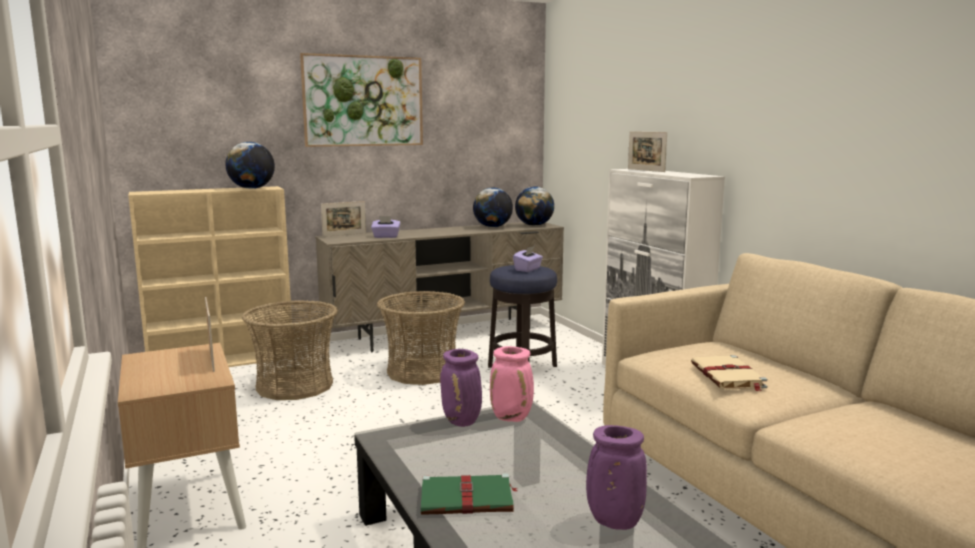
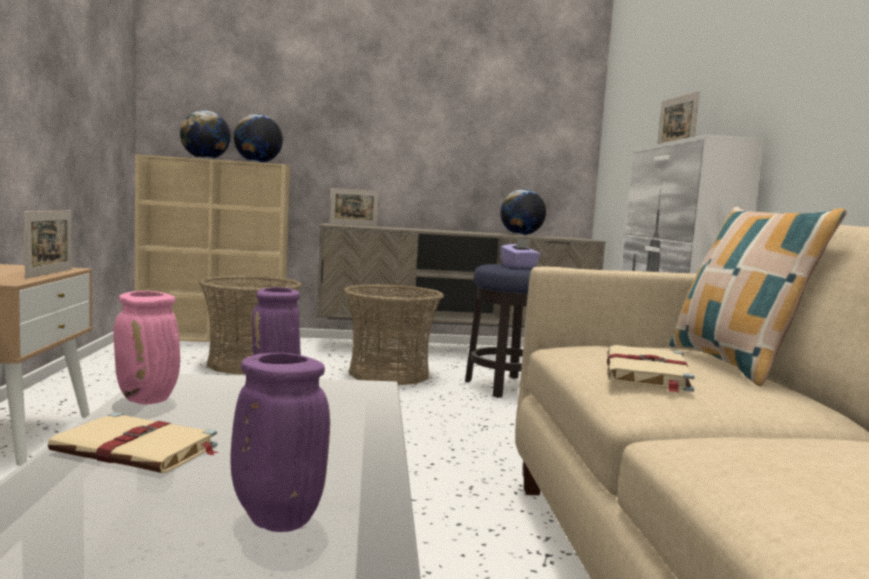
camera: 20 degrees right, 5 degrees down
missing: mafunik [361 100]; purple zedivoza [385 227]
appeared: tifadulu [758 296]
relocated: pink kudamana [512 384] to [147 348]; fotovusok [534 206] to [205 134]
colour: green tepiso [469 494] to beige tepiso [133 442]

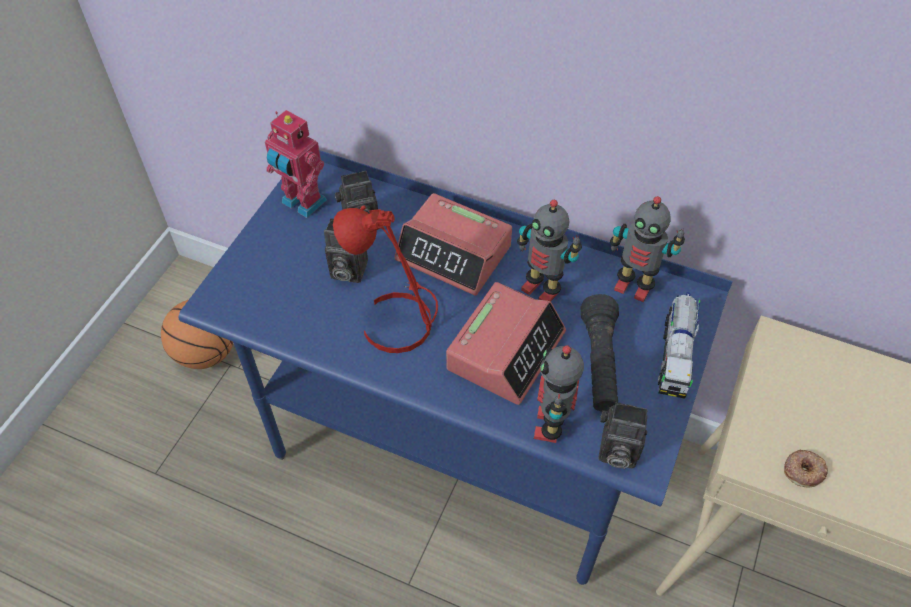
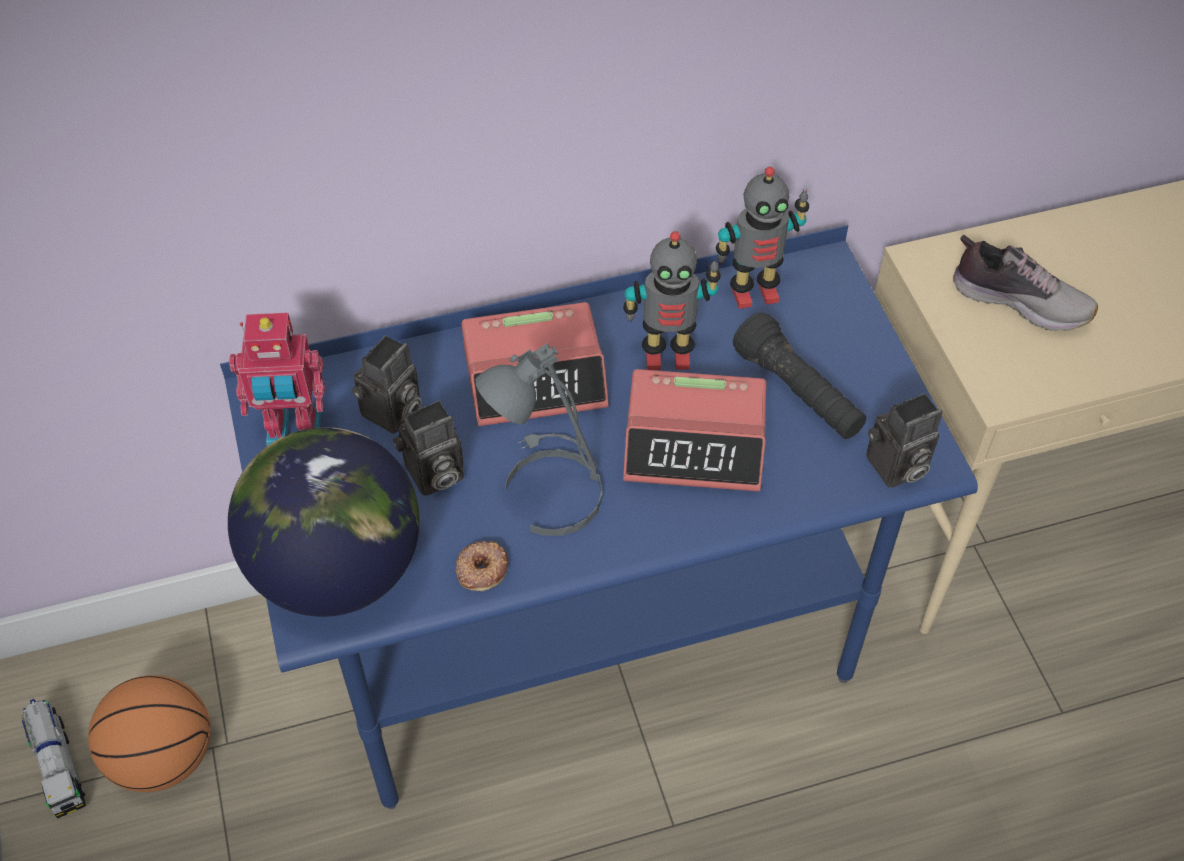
camera: 40 degrees left, 0 degrees up
missing: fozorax [559 394]
appeared: fotovusok [324 522]; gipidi [1025 283]
relocated: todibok [679 345] to [53 758]; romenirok [806 468] to [482 566]
colour: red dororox [385 279] to grey dororox [539 439]
spun: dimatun [506 343] = [694 430] 105 degrees clockwise

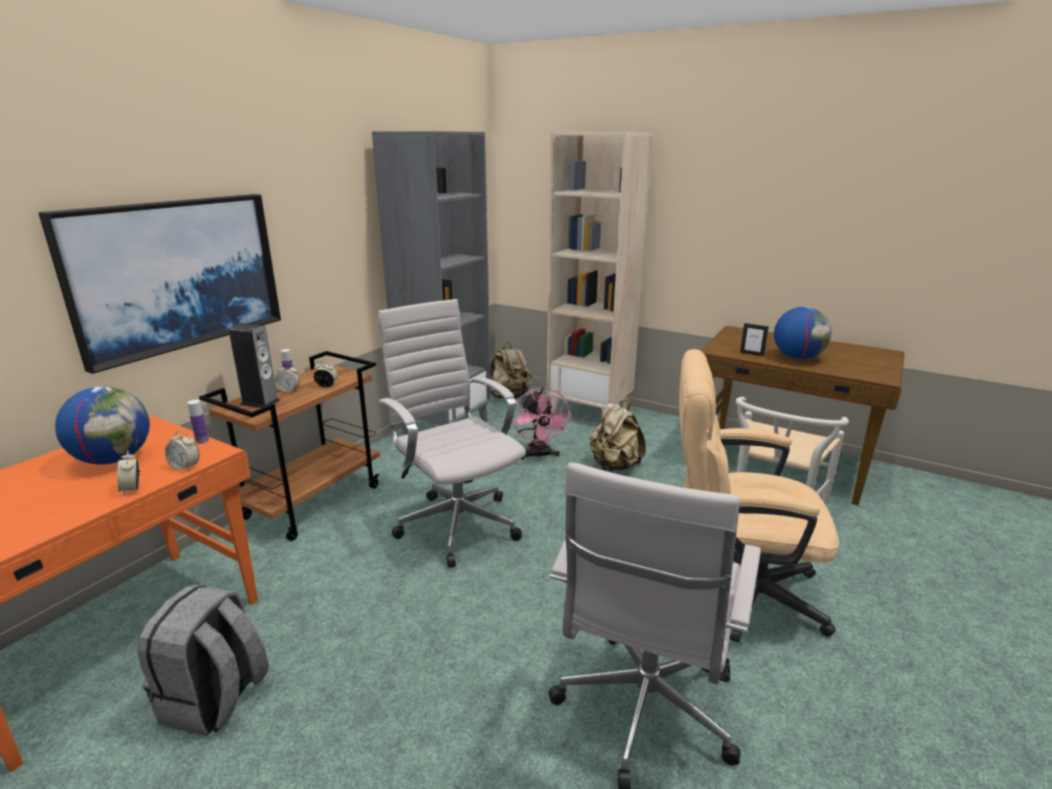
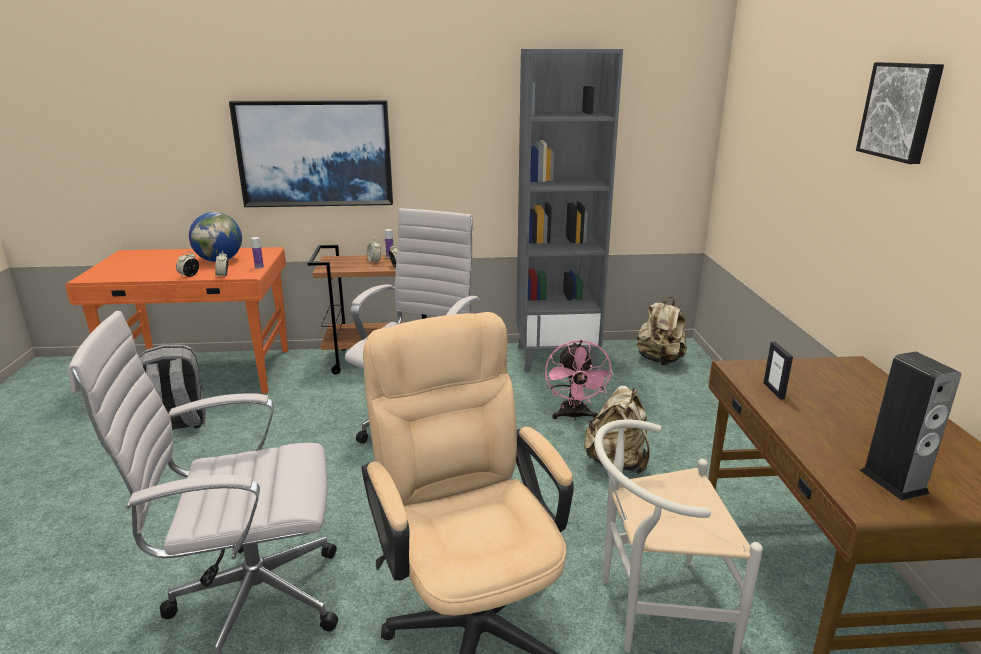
camera: 55 degrees right, 0 degrees up
missing: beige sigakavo [600 273]; fotovusok [803 333]
appeared: mafunik [900 113]
relocated: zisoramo [254 365] to [910 426]
spun: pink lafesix [542 423] = [579 380] 45 degrees counterclockwise

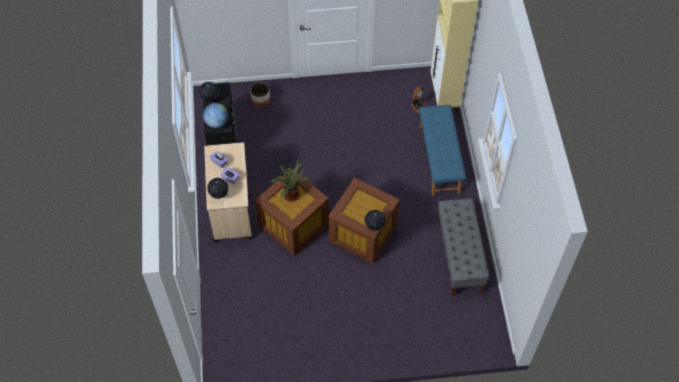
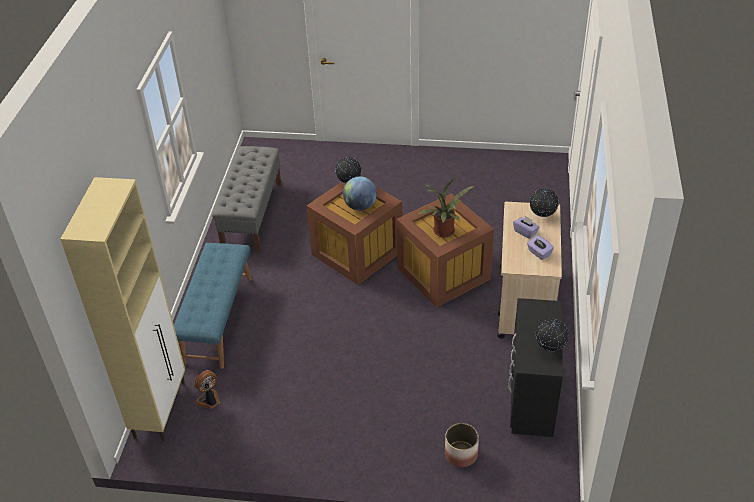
camera: 165 degrees left, 15 degrees down
relocated: fotovusok [216 115] to [360 193]

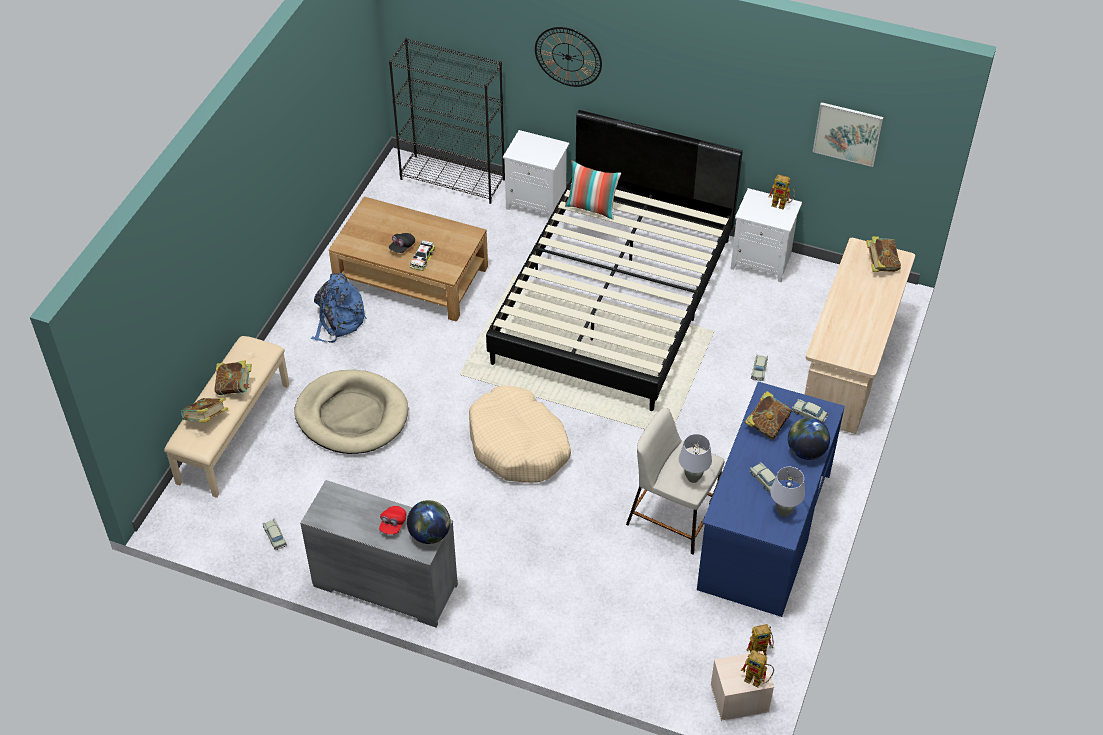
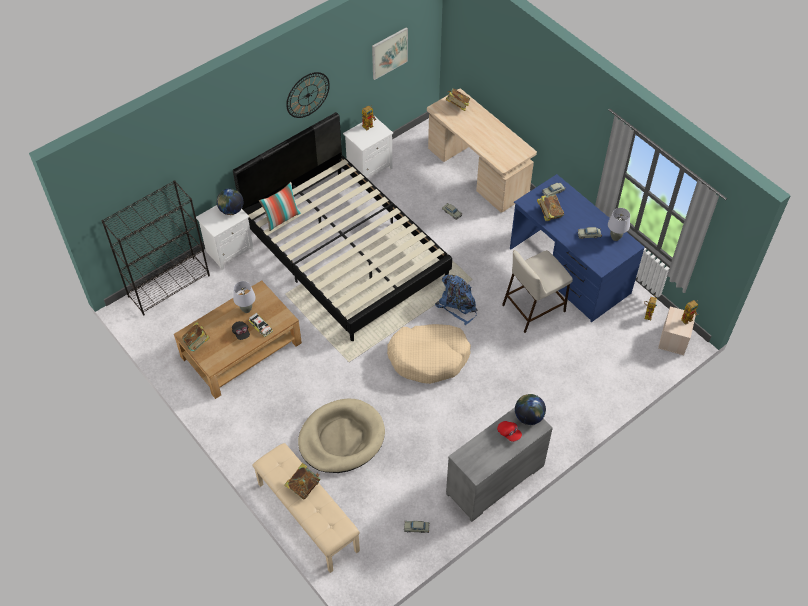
camera: 60 degrees left, 5 degrees up
relocated: tepiso [204 410] to [196 336]; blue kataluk [339 308] to [456 300]; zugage [568 57] to [308 95]; grey dororox [695 458] to [244 297]; fotovusok [809 439] to [230 201]

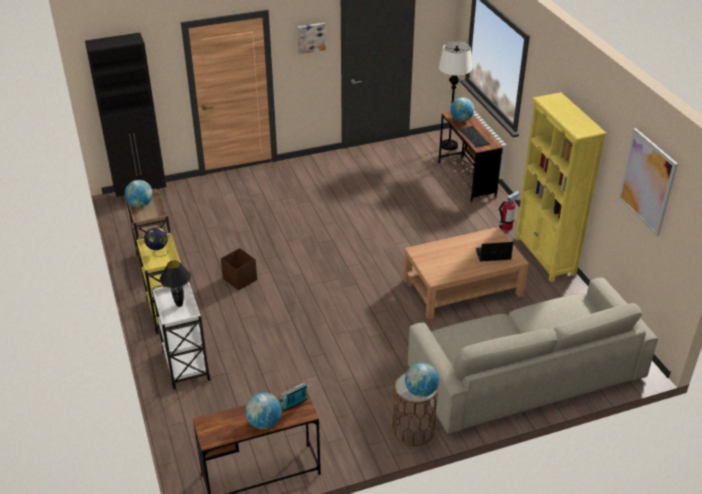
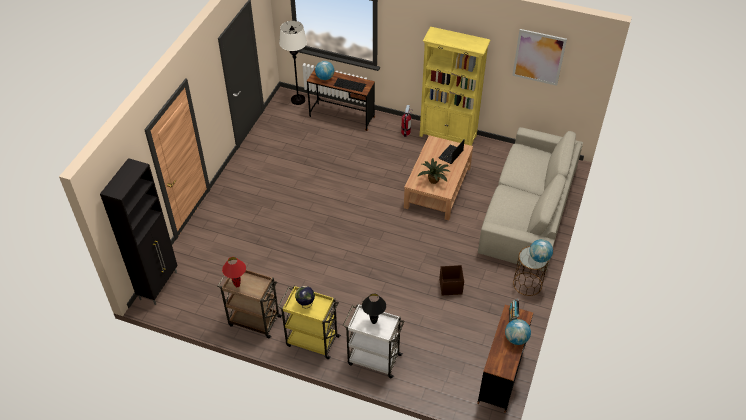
camera: 50 degrees left, 10 degrees up
missing: mafunik [311 38]
appeared: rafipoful [433 171]
relocated: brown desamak [239 269] to [451 280]
exchanged: fotovusok [139 193] to red dororox [234 272]

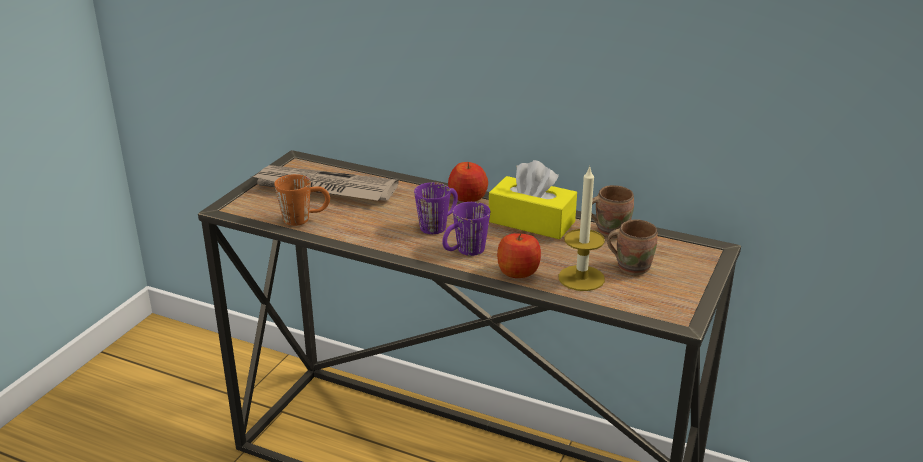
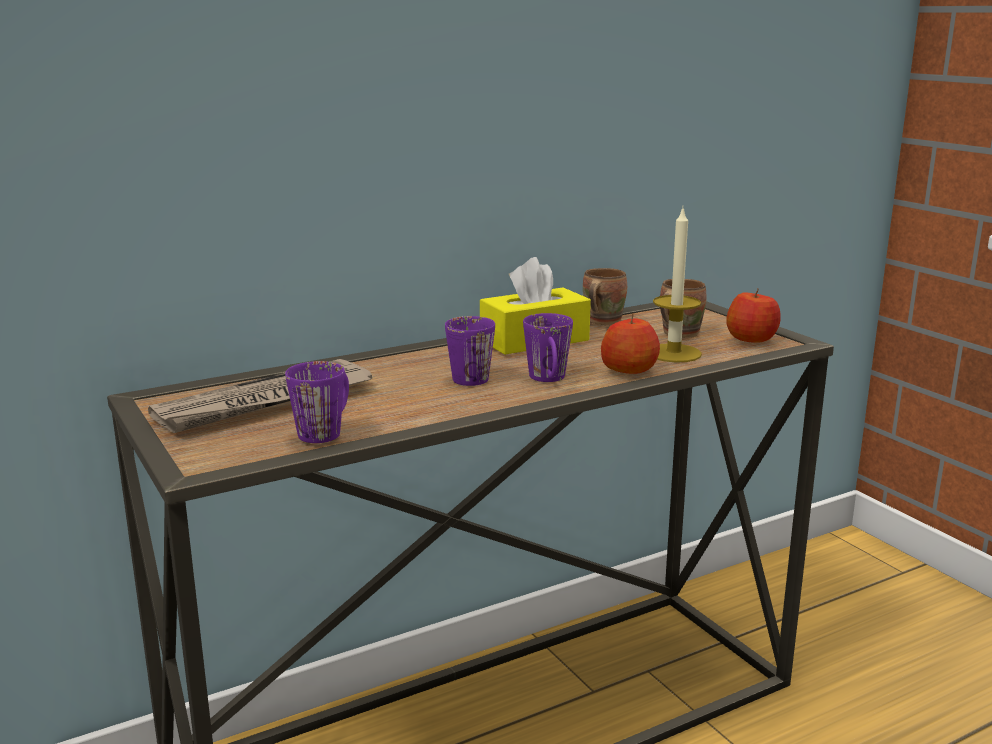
camera: 55 degrees left, 10 degrees down
relocated: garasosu [468 182] to [753 315]
colour: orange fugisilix [302 200] to purple fugisilix [317 402]

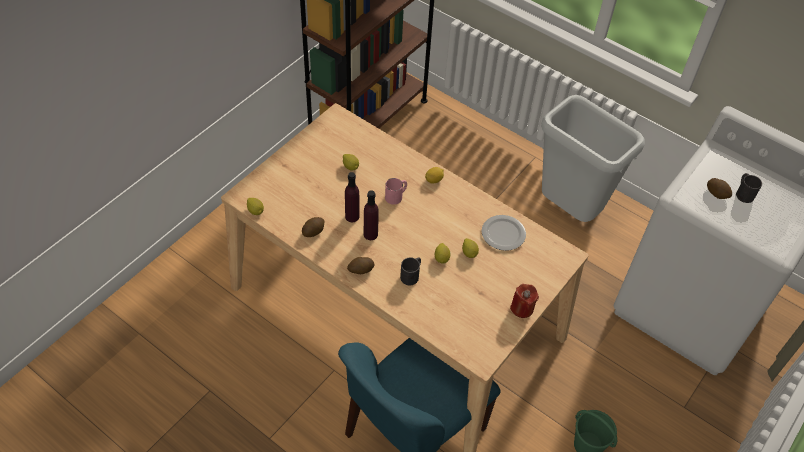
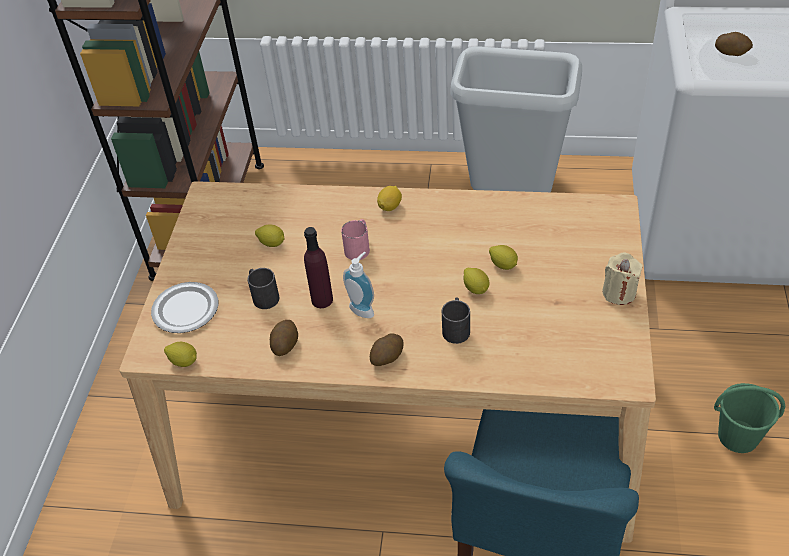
camera: 25 degrees left, 5 degrees down
relocated: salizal [504 233] to [184 307]; black fugisilix [749 188] to [263 288]
exchanged: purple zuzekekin [371 215] to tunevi [358 285]
colour: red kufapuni [524 301] to beige kufapuni [622 278]

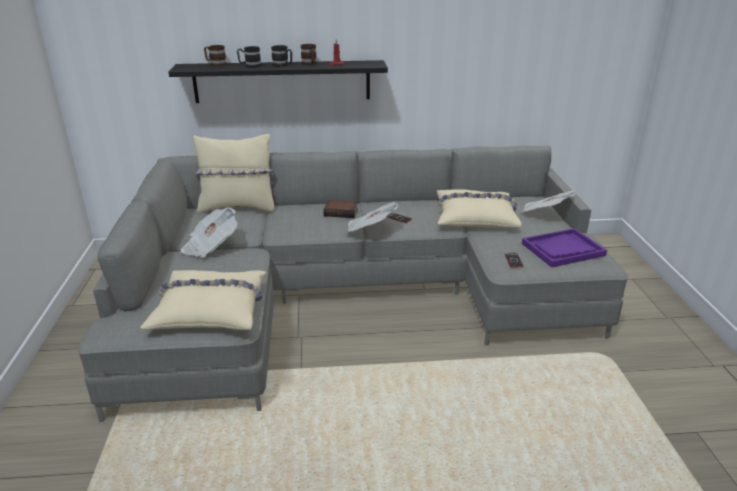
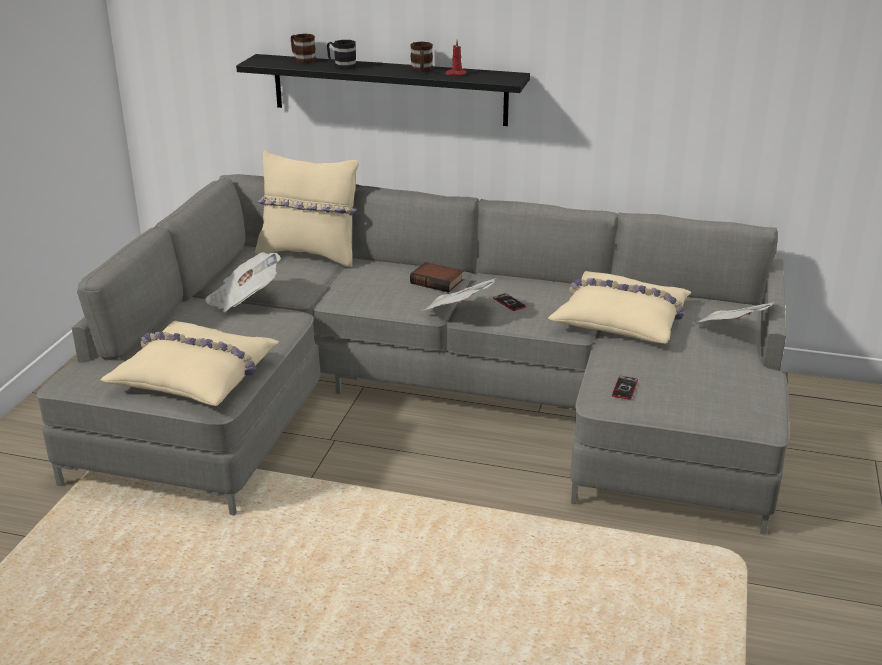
camera: 20 degrees right, 0 degrees up
missing: black fugisilix [281 56]; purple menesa [564 248]

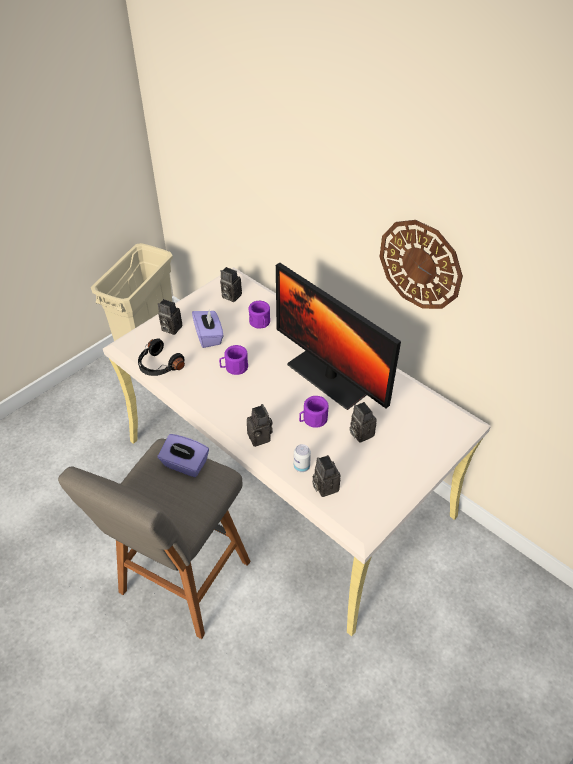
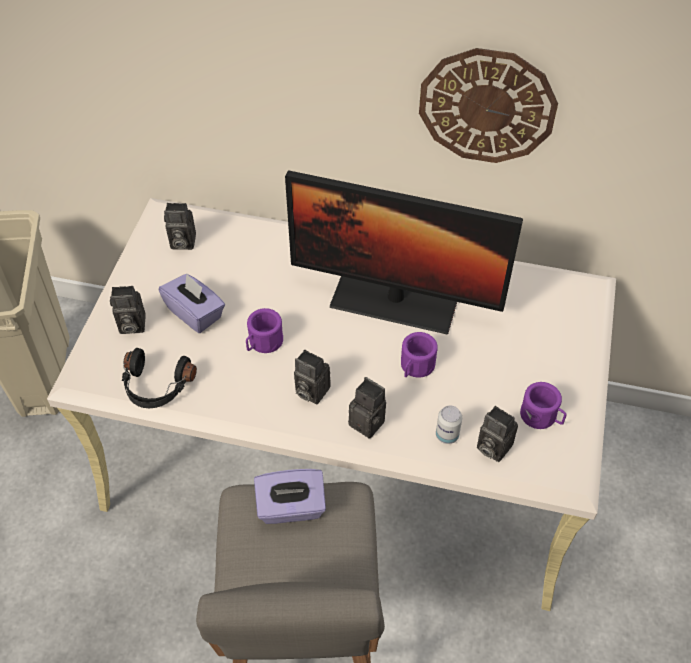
camera: 30 degrees left, 5 degrees up
relocated: purple fugisilix [259 314] to [543 405]; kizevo [363 422] to [312 377]

